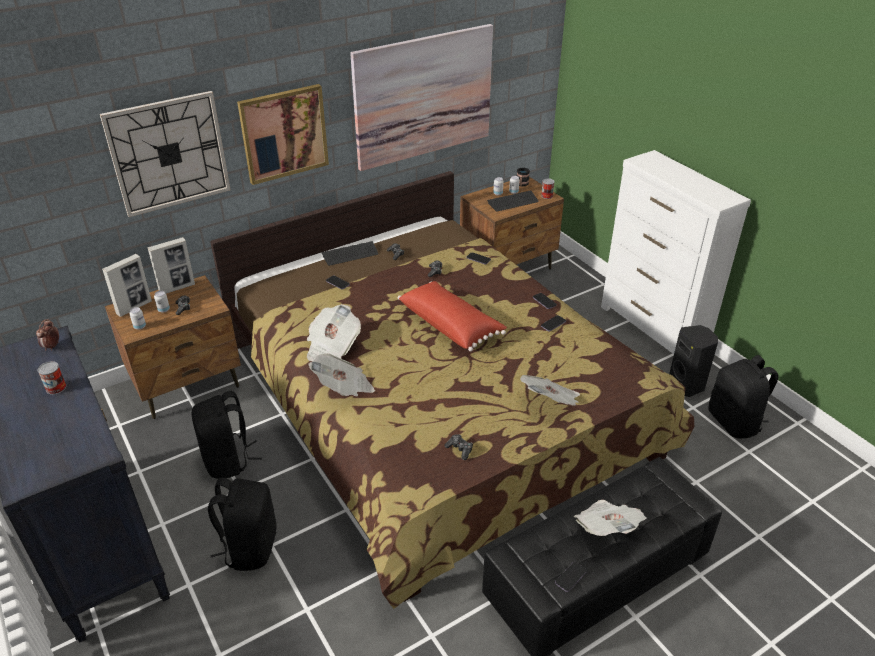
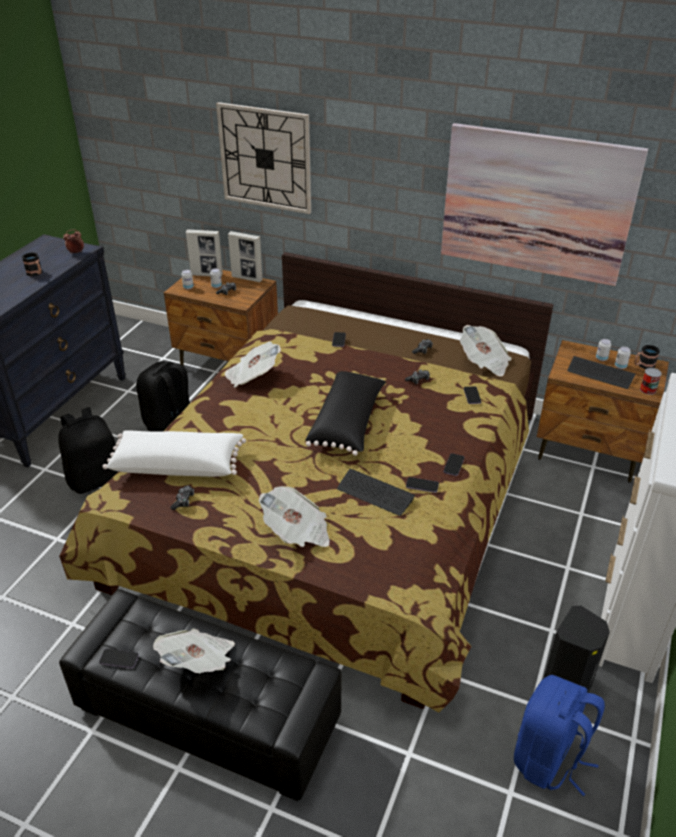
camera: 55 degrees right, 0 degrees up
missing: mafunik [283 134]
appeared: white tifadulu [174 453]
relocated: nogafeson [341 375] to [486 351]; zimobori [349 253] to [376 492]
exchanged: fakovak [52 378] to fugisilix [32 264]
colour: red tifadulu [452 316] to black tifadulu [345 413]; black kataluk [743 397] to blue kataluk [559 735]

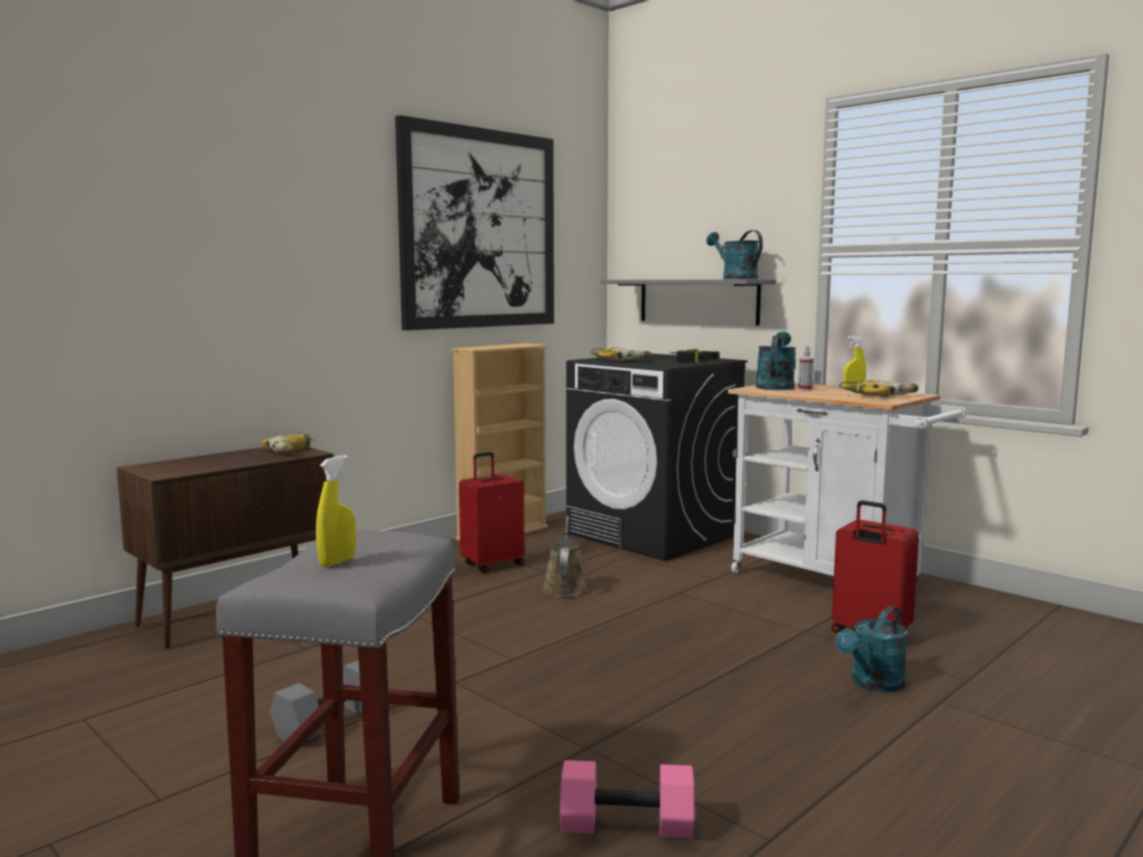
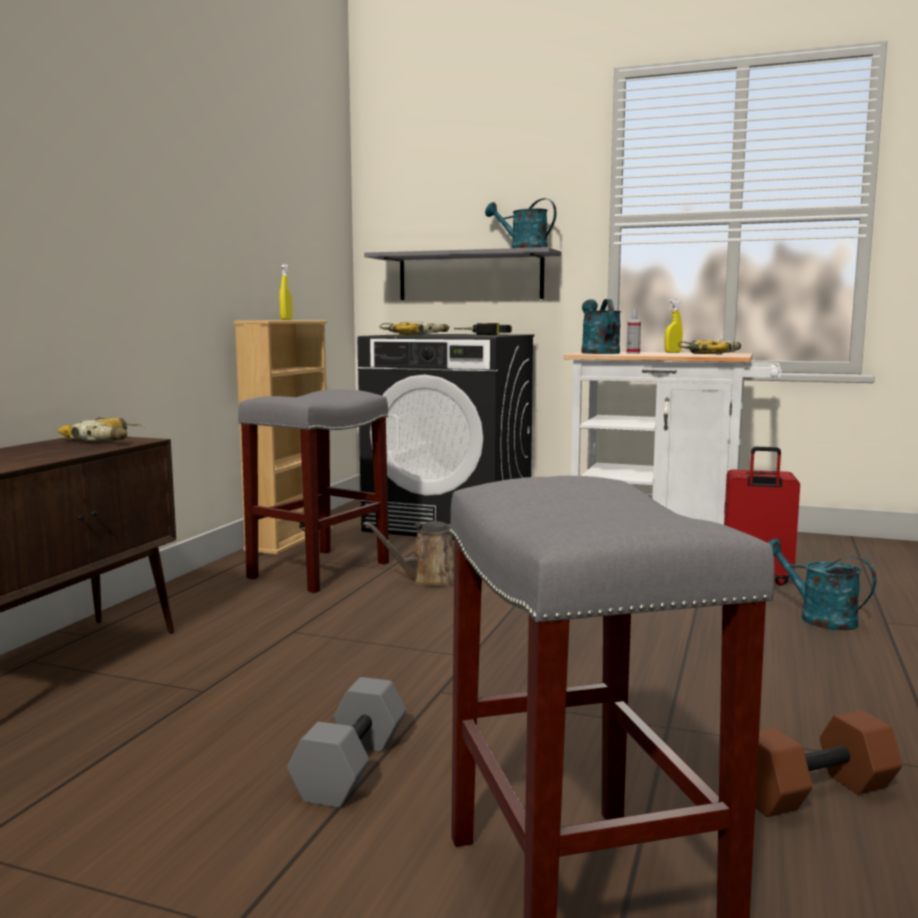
camera: 25 degrees left, 0 degrees up
missing: mafunik [474 222]
relocated: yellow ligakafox [336 511] to [286 292]
exchanged: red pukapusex [492 512] to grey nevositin [313 491]
colour: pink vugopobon [627 799] to brown vugopobon [828 763]
spun: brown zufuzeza [565 556] = [408 553] 90 degrees counterclockwise; turquoise zufuzeza [871 649] = [822 585] 120 degrees clockwise

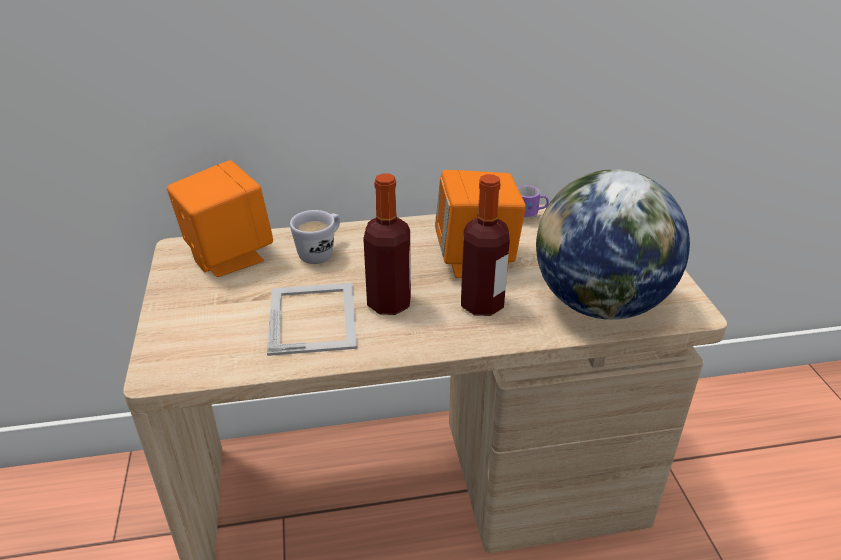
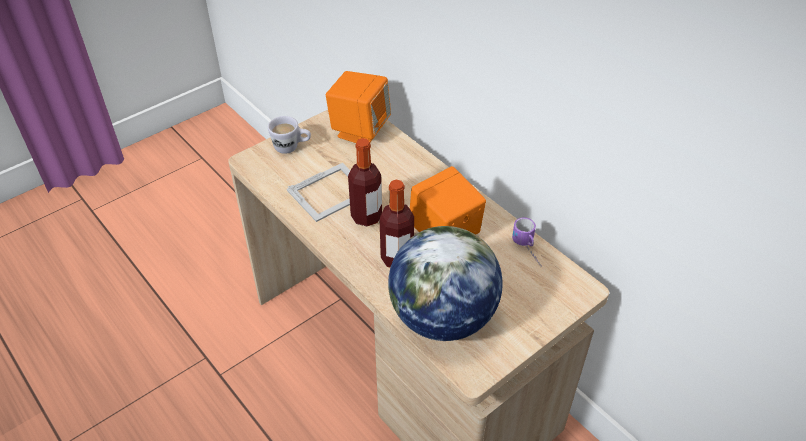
camera: 60 degrees right, 10 degrees up
relocated: white fugisilix [315 237] to [289 135]

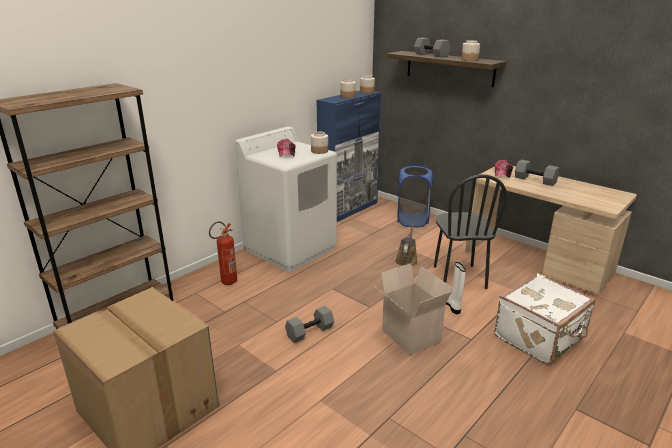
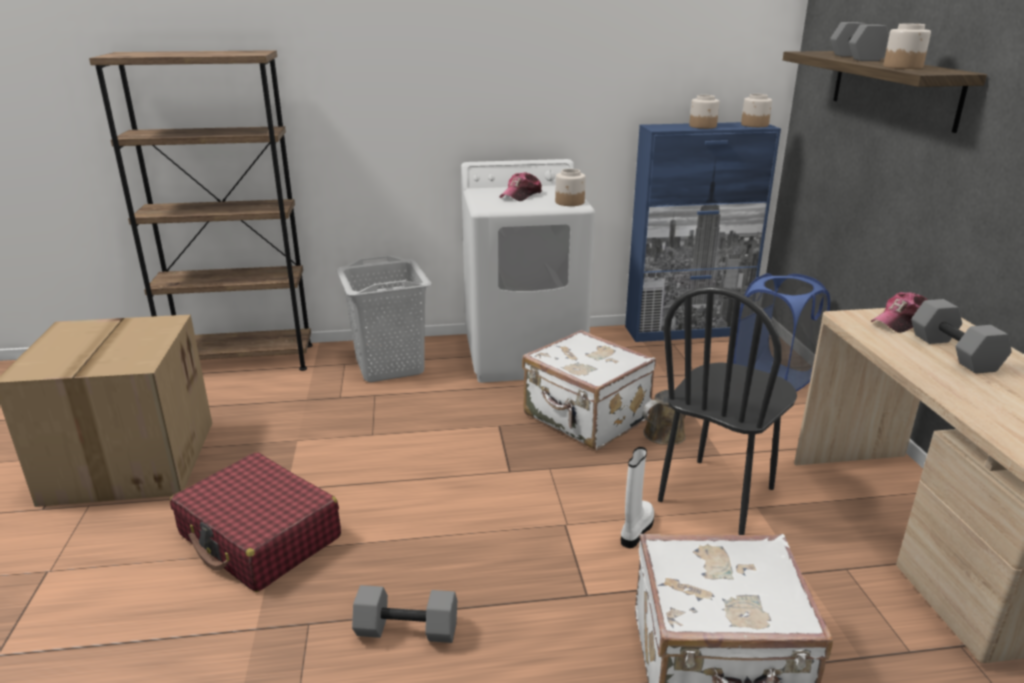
camera: 40 degrees right, 0 degrees up
missing: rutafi [414 309]
appeared: red pukapusex [255 522]; white pukapusex [589 390]
relocated: grey vugopobon [309 324] to [404 614]
exchanged: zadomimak [223 253] to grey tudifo [383 319]

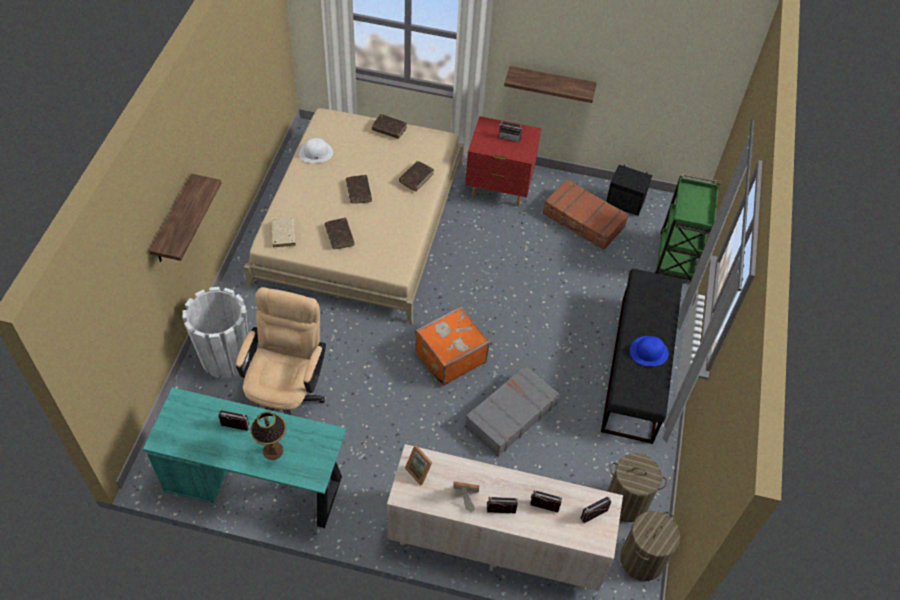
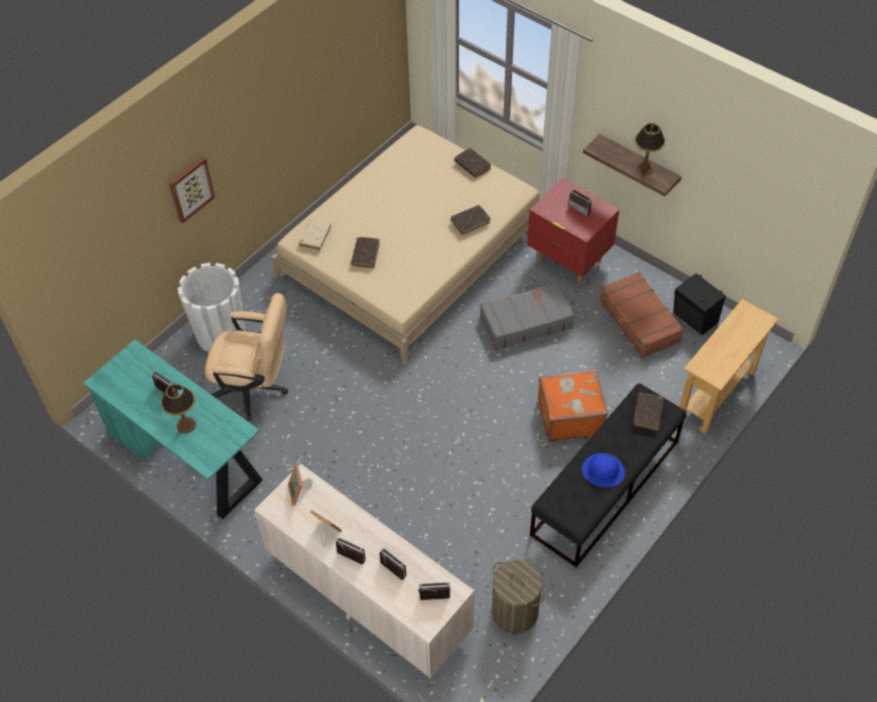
camera: 30 degrees right, 0 degrees up
missing: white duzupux [316 150]; tudifo [650 546]
appeared: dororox [650 149]
relocated: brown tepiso [359 189] to [648 412]; orange pukapusex [452 346] to [573 405]; grey pukapusex [512 411] to [527 316]
exchanged: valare [185 218] to mafunik [192 190]; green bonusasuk [687 228] to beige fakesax [729 366]
spun: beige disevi [281 351] = [246 357] 60 degrees clockwise

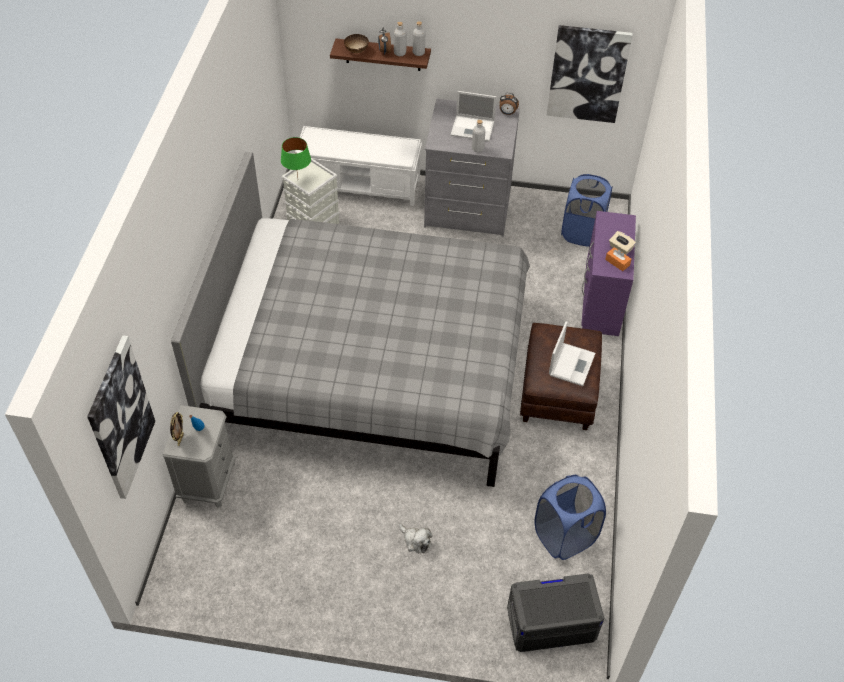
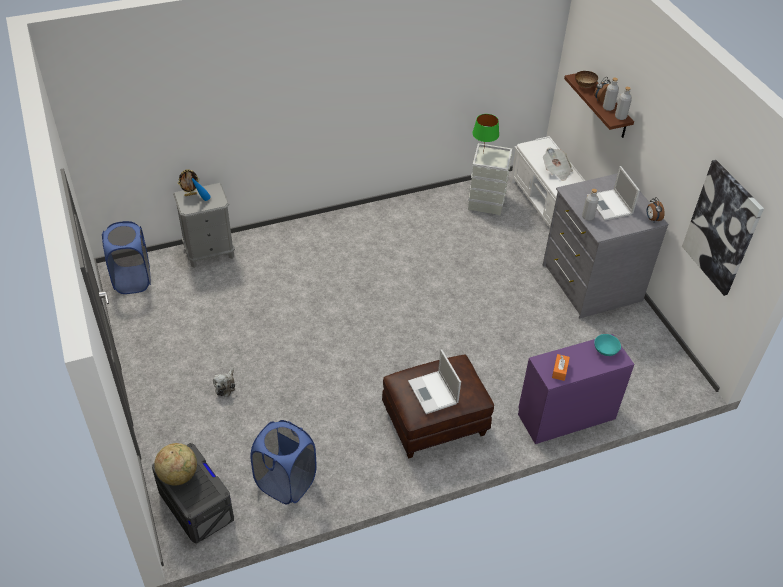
camera: 60 degrees right, 5 degrees down
missing: mafunik [121 417]; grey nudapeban [350 319]; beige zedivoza [622 243]
appeared: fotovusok [175 464]; nogafeson [558 164]; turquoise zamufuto [607 345]
relocated: blue tudifo [586 210] to [126 257]
spun: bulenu [572 353] = [434 381] 75 degrees clockwise

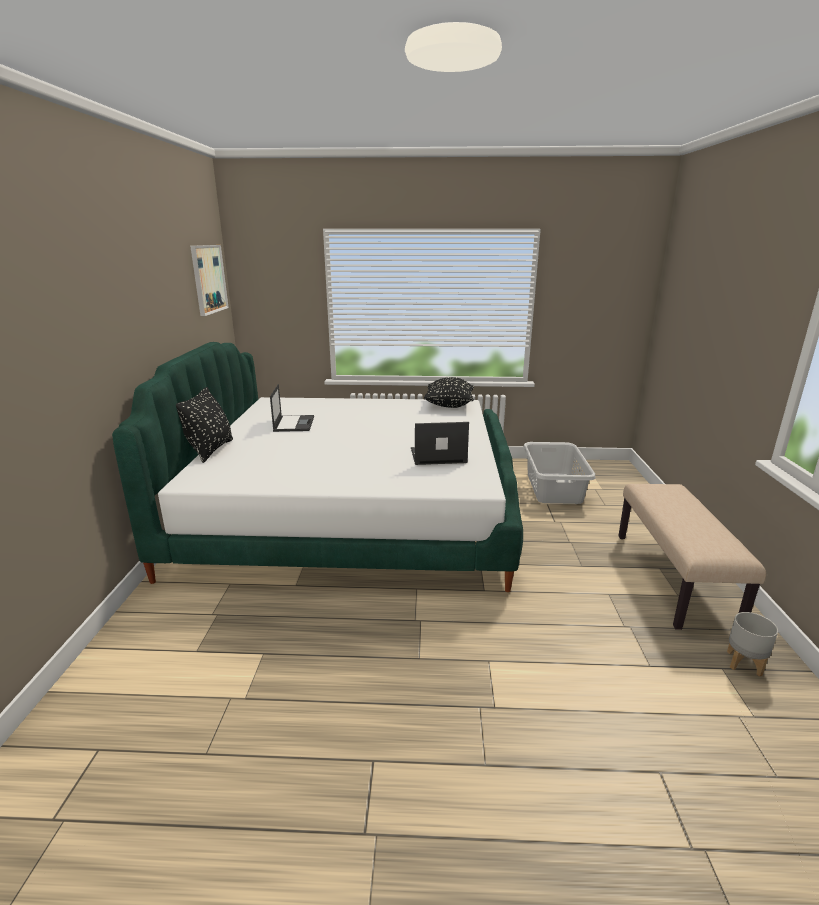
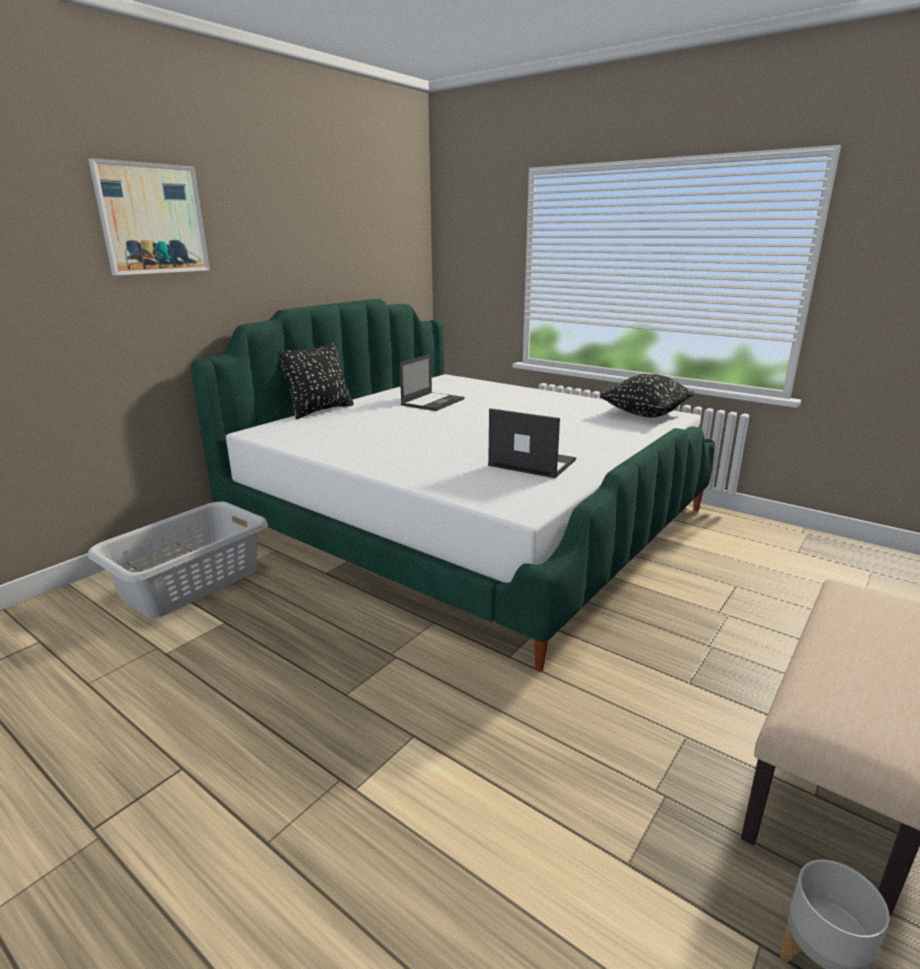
camera: 35 degrees right, 0 degrees up
relocated: mafunik [209 280] to [149 216]; grey tudifo [559 473] to [178 559]

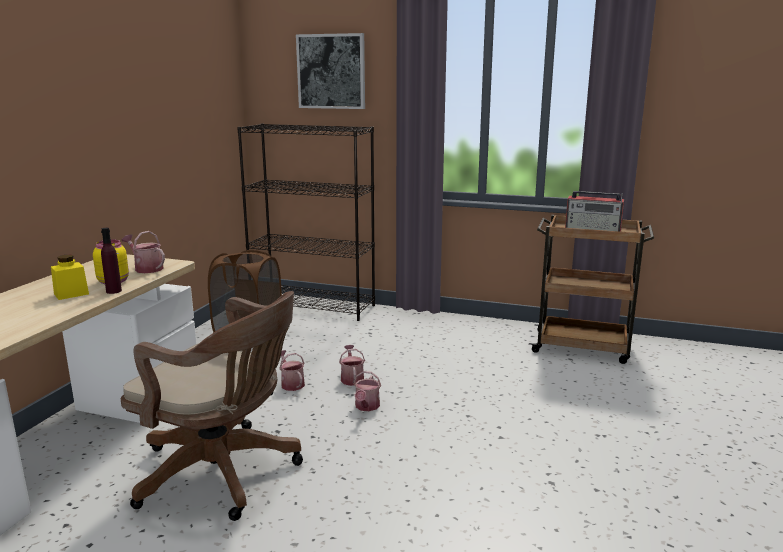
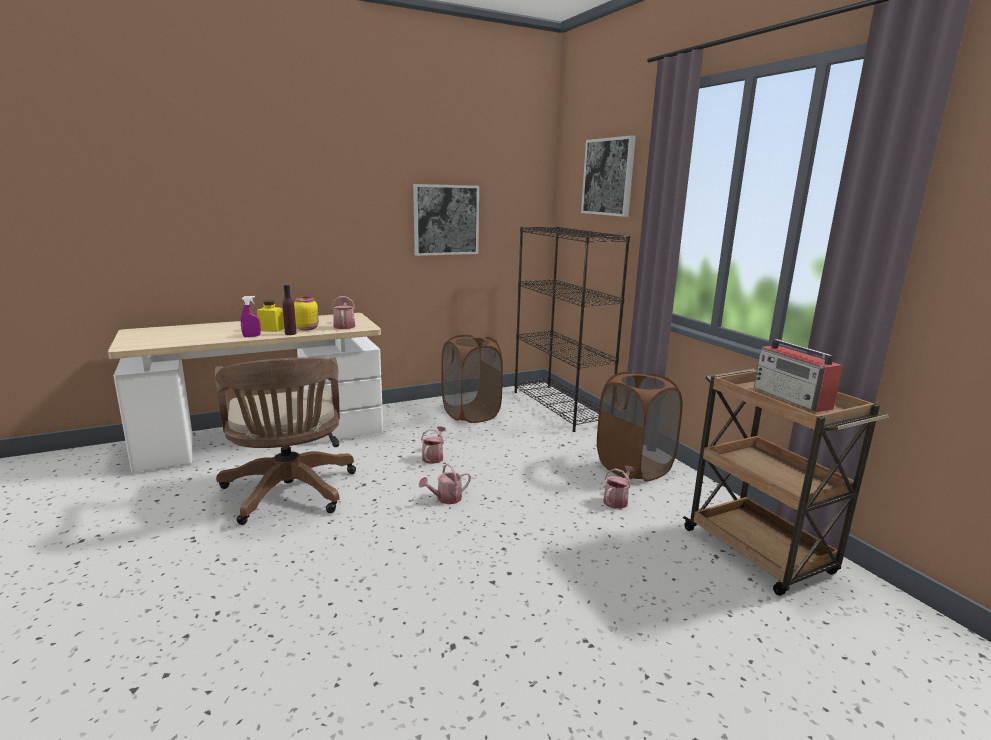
camera: 45 degrees right, 0 degrees up
appeared: purple ligakafox [251 316]; mafunik [446 220]; brown tudifo [640 426]
relocated: zufuzeza [352 365] to [619 487]

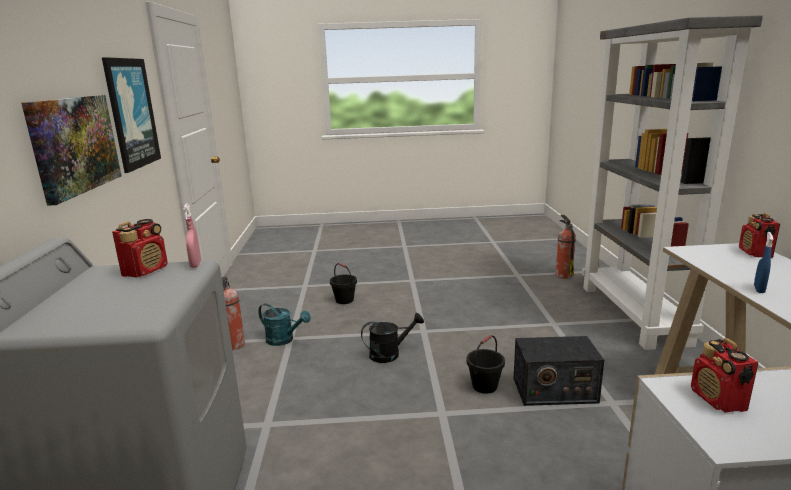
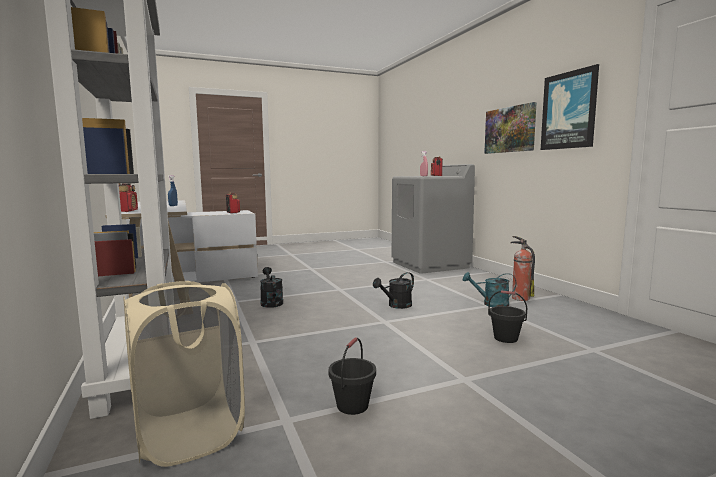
camera: 160 degrees right, 10 degrees down
relocated: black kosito [486 364] to [352 376]
exchanged: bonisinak [559 371] to black zufuzeza [271 287]; zadomimak [565 247] to beige tudifo [184 374]

